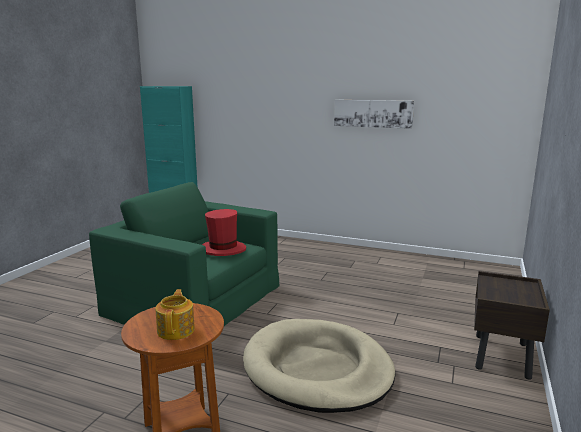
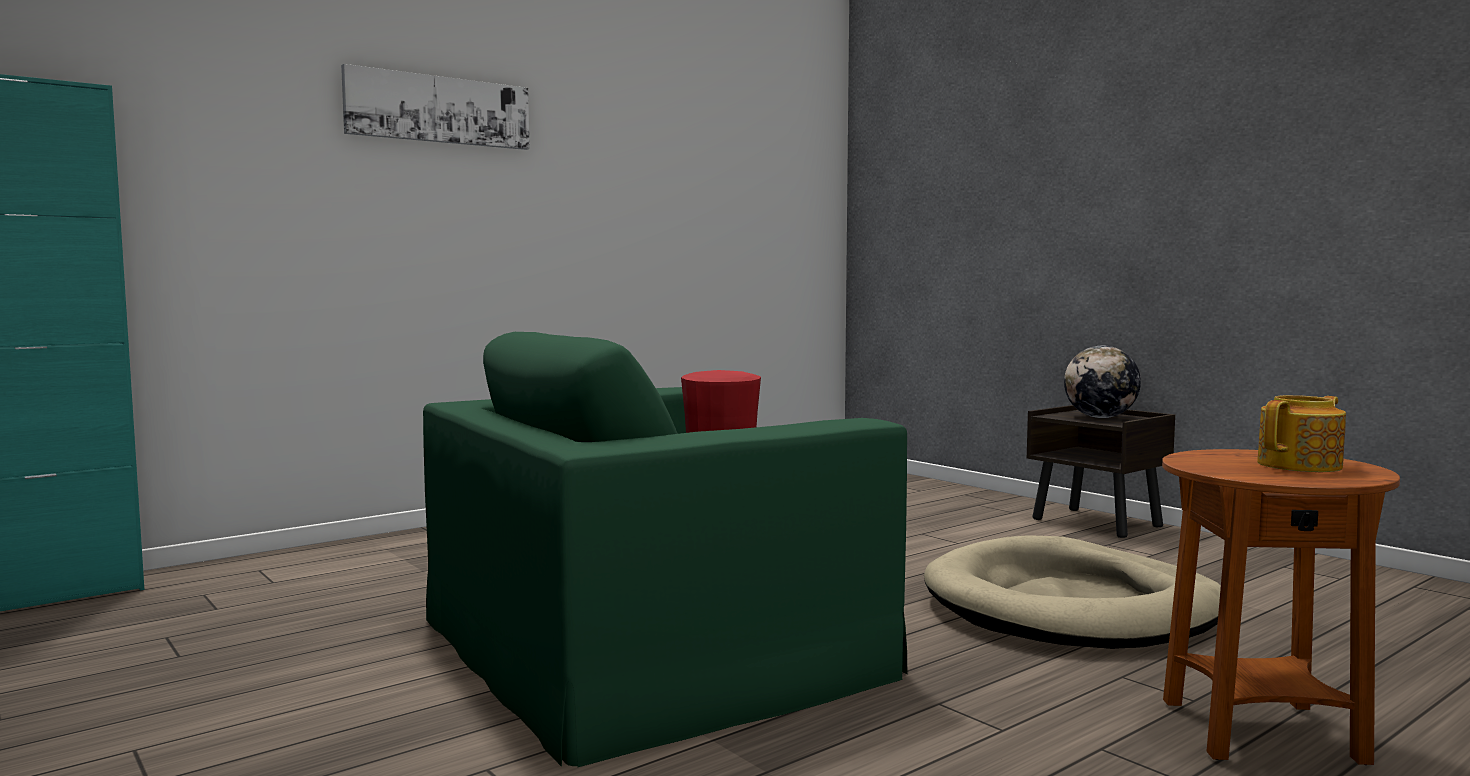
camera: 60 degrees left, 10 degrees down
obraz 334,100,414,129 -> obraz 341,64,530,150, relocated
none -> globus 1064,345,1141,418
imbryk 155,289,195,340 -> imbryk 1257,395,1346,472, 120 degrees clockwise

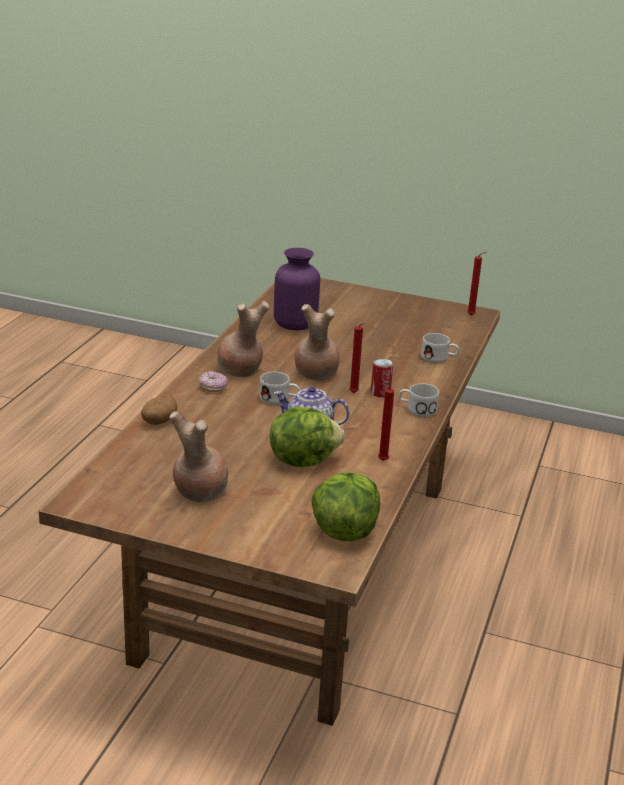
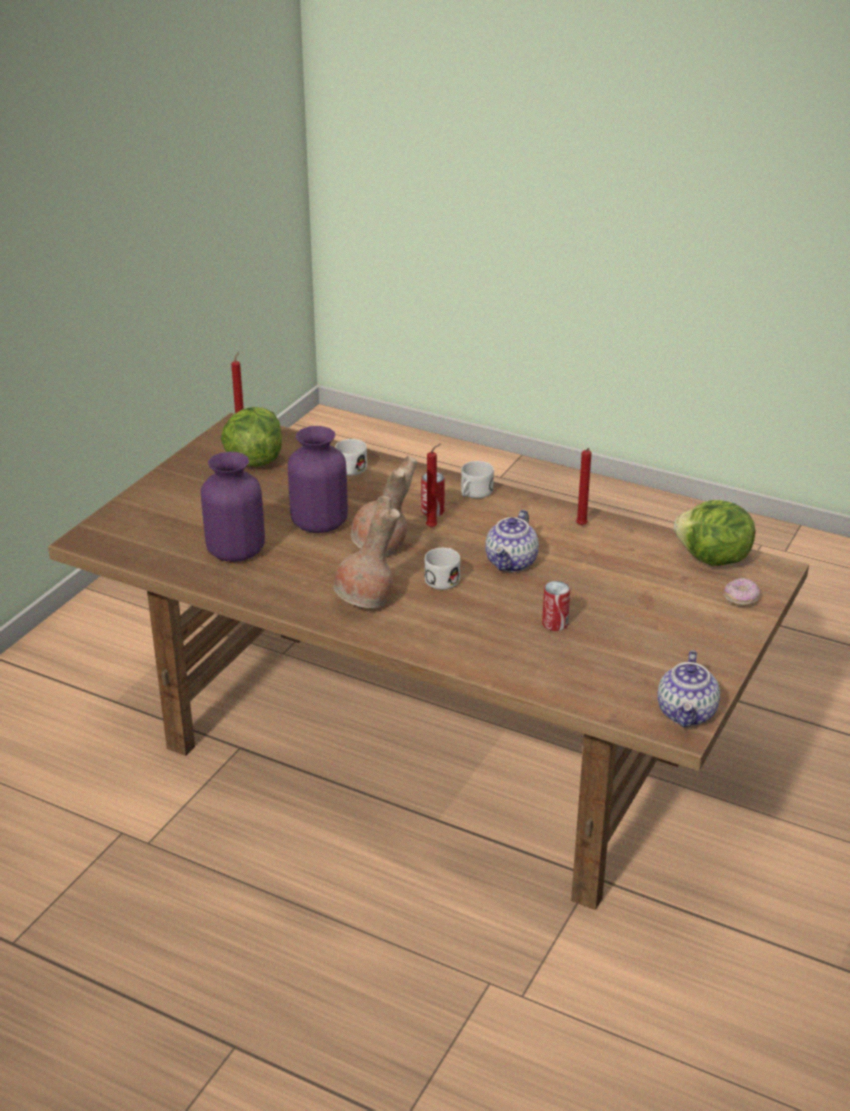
camera: 80 degrees left, 5 degrees up
sałata 270,406,345,467 -> sałata 221,407,282,467, relocated
none -> wazon (fioletowy) 288,426,348,533
none -> puszka 542,581,570,631
none -> imbryk 657,650,720,727
donut 199,371,228,392 -> donut 724,578,760,606, relocated
ziemniak 141,394,178,425 -> none
wazon (brązowy) 169,411,228,502 -> none

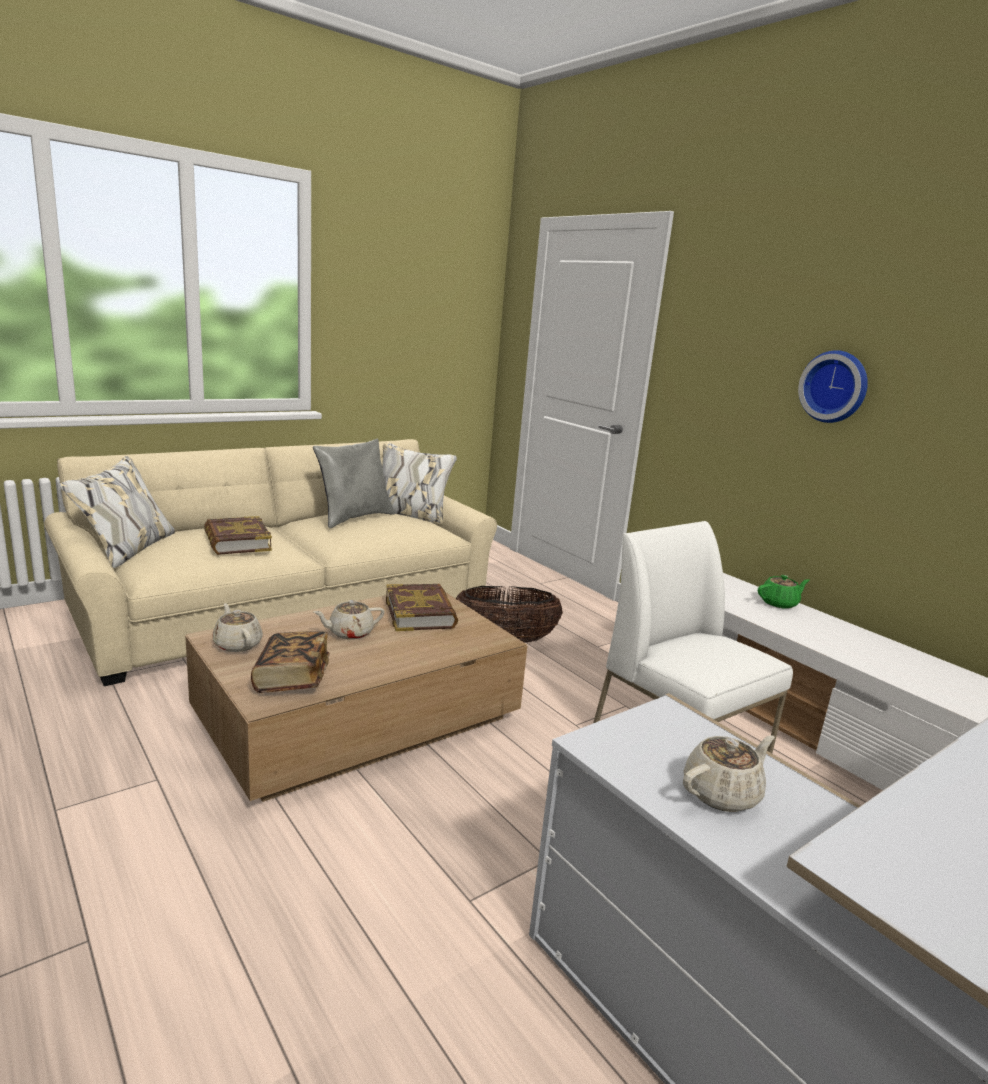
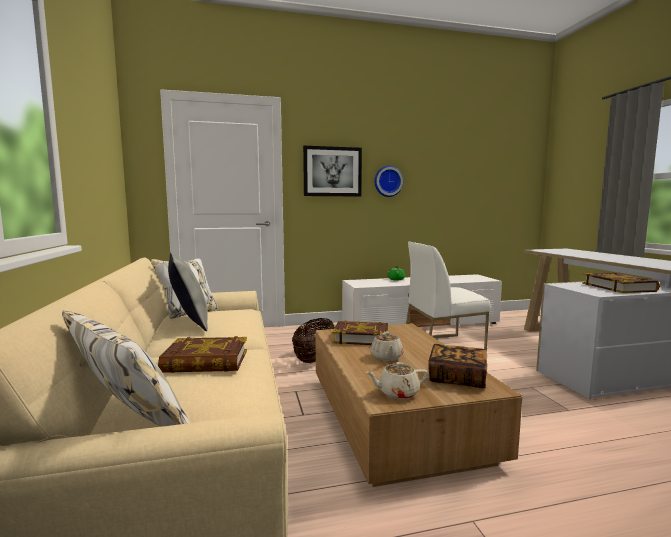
camera: 65 degrees left, 10 degrees down
none -> obraz 303,146,362,197
imbryk (beżowy) 683,735,775,812 -> książka 582,273,660,293

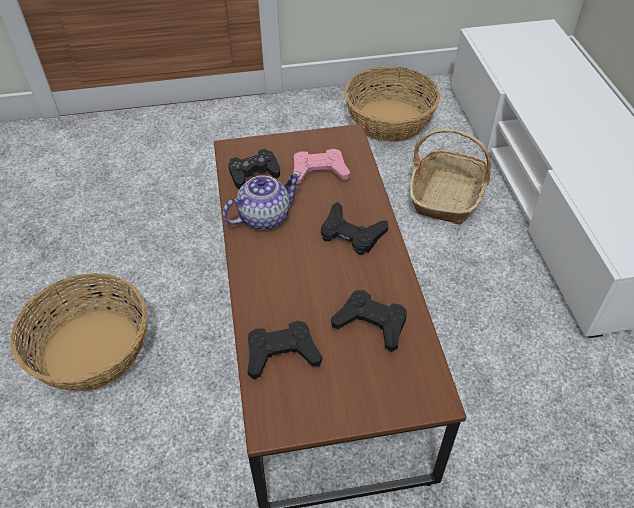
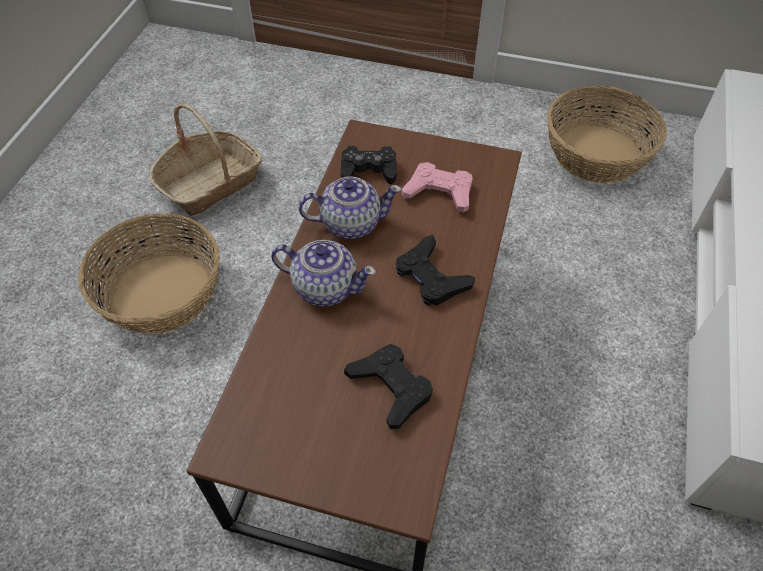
camera: 25 degrees right, 5 degrees up
koszyk 410,129,491,225 -> koszyk 149,103,262,216, relocated
none -> imbryk 271,240,376,307
pad do gier (czarny) 247,321,322,379 -> none

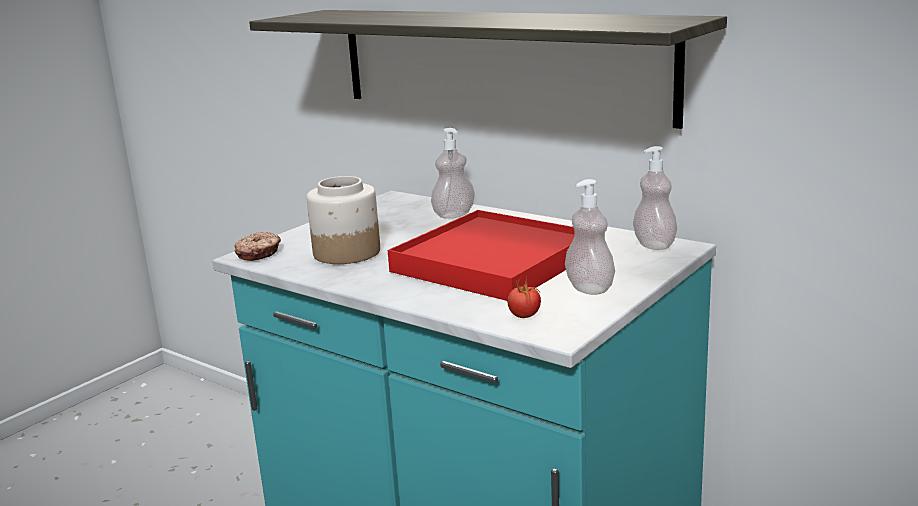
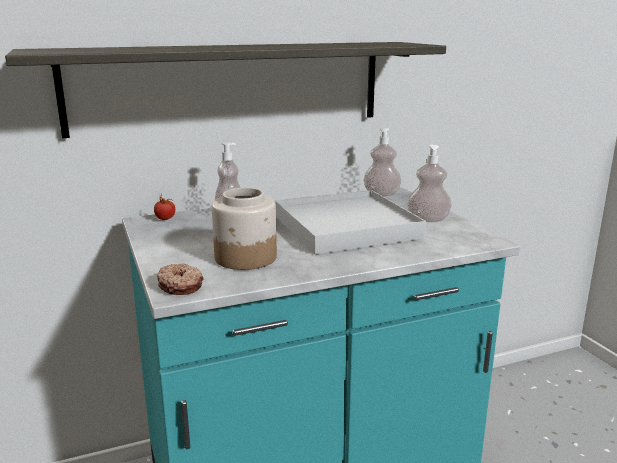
camera: 60 degrees left, 0 degrees up
pomidor 507,277,541,318 -> pomidor 154,194,175,220, relocated
taca (czerwony) 388,210,575,301 -> taca (biały) 275,190,426,255

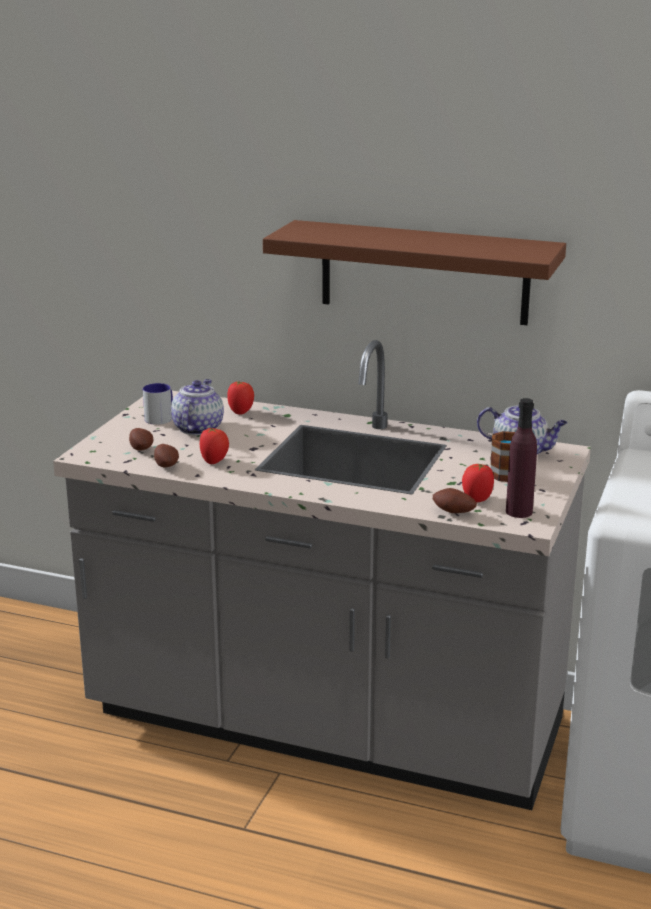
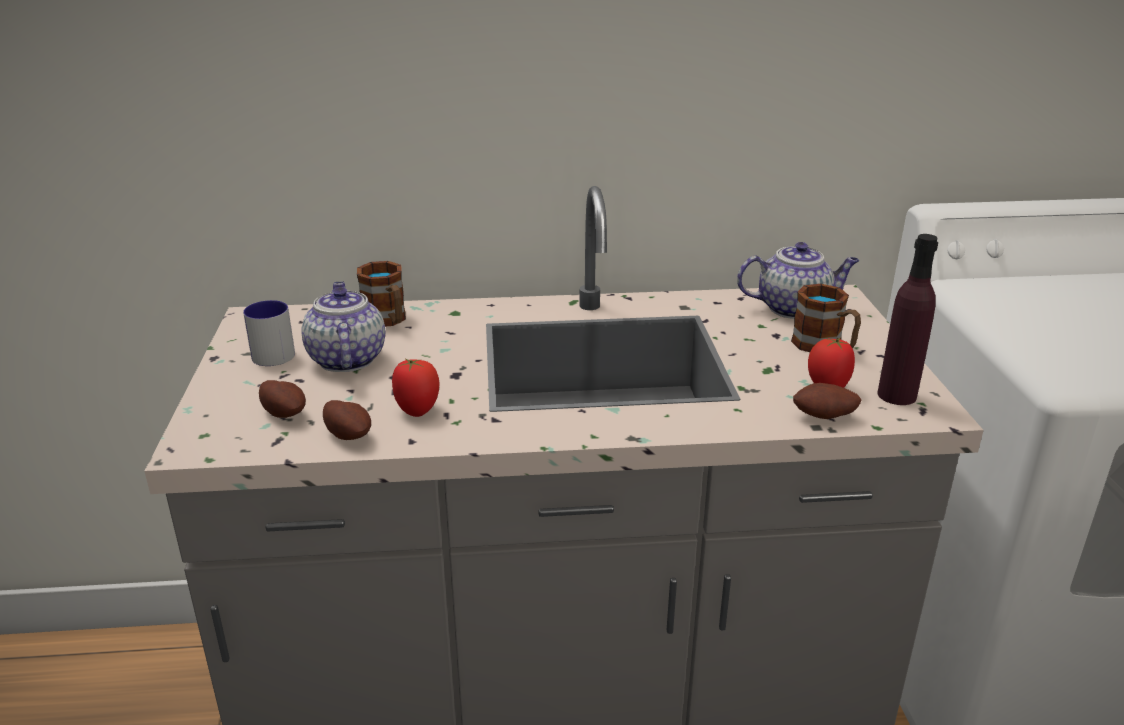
camera: 25 degrees left, 5 degrees up
pomidor 227,381,254,415 -> kubek 357,261,406,327
półka (brązowy) 263,220,566,325 -> none

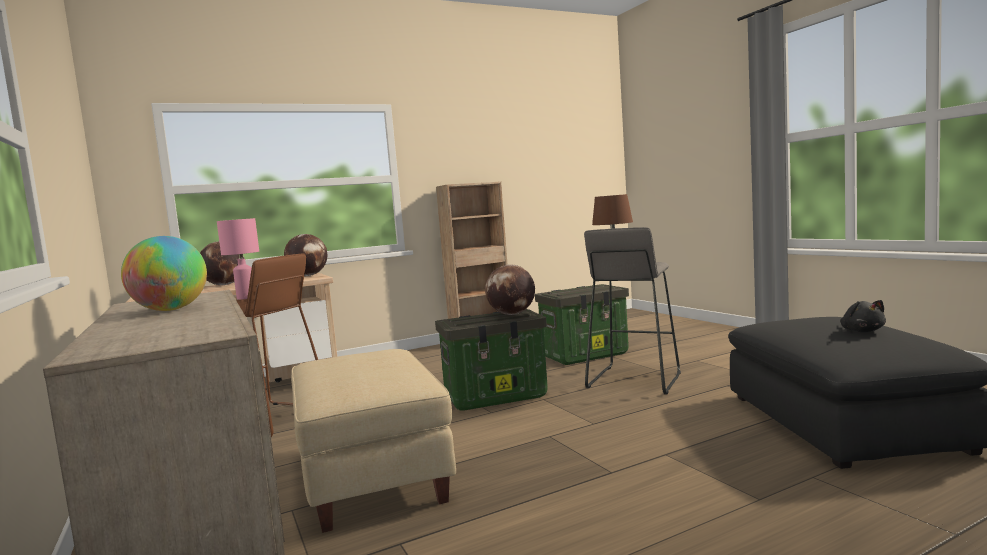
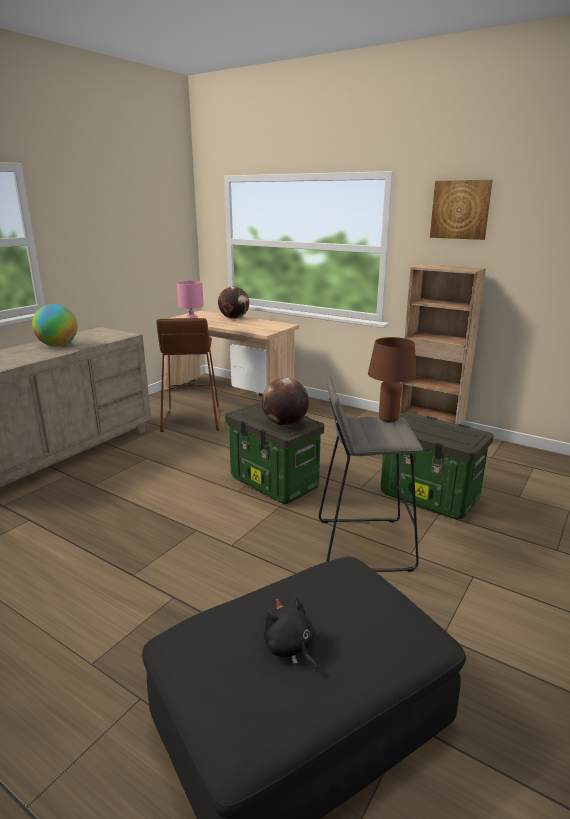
camera: 60 degrees right, 15 degrees up
pluszak (czarny) 840,300,886,332 -> pluszak (czarny) 263,597,318,673, 90 degrees clockwise
none -> obraz 430,180,493,240
globus 284,234,327,276 -> none
pufa (beżowy) 291,349,456,533 -> none

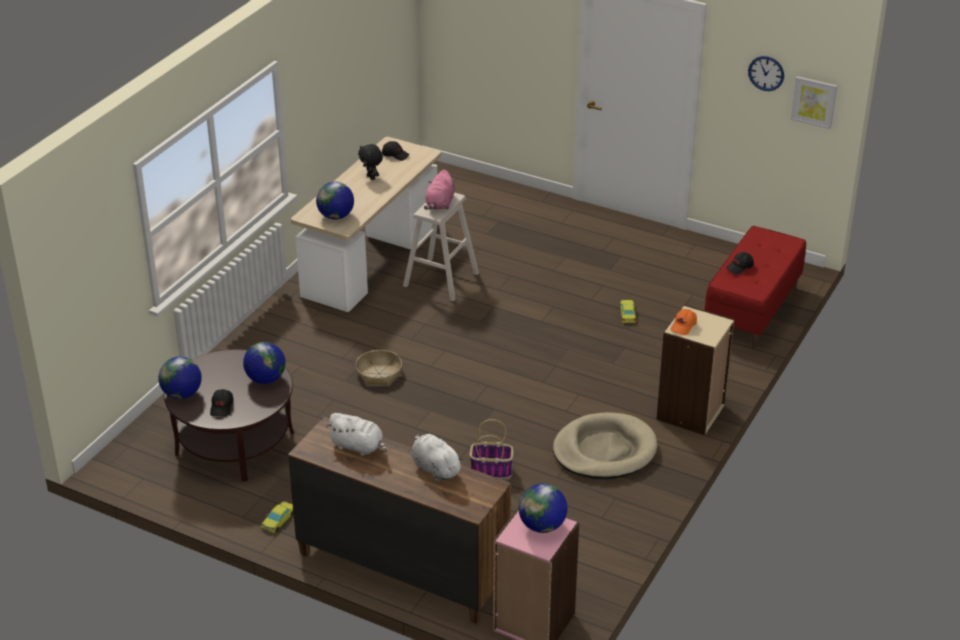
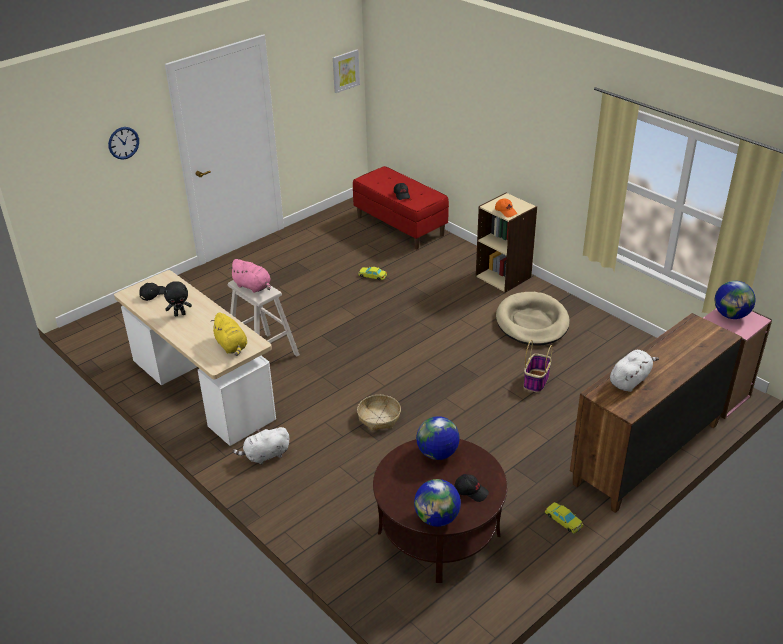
camera: 70 degrees left, 0 degrees up
zegar ścienny 748,56,784,91 -> zegar ścienny 108,127,139,160, relocated
globus 316,182,354,220 -> pluszak (żółty) 210,312,247,356
pluszak (biały) 411,434,464,481 -> pluszak (biały) 232,427,289,465, relocated

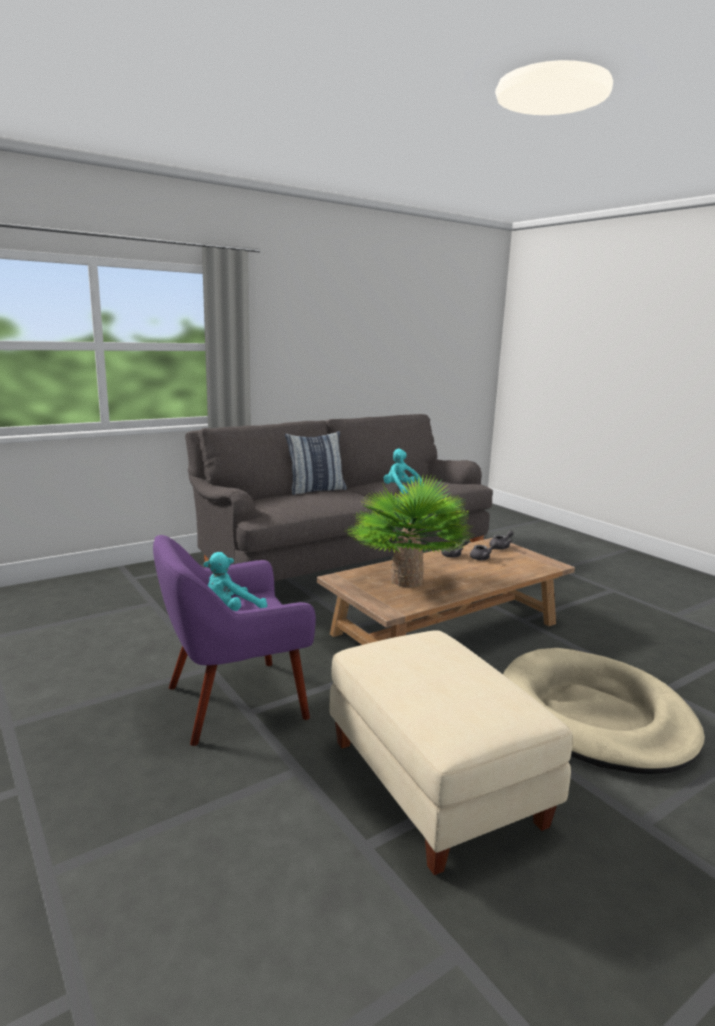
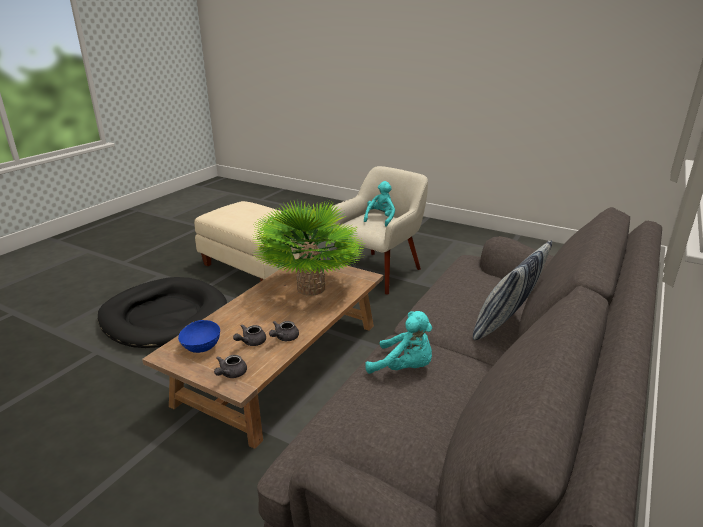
camera: 155 degrees right, 10 degrees up
legowisko (beżowy) 503,648,705,774 -> legowisko (czarny) 98,277,227,348
none -> miska (niebieski) 178,320,220,353
fotel (fioletowy) 153,535,316,746 -> fotel (beżowy) 330,166,428,295

